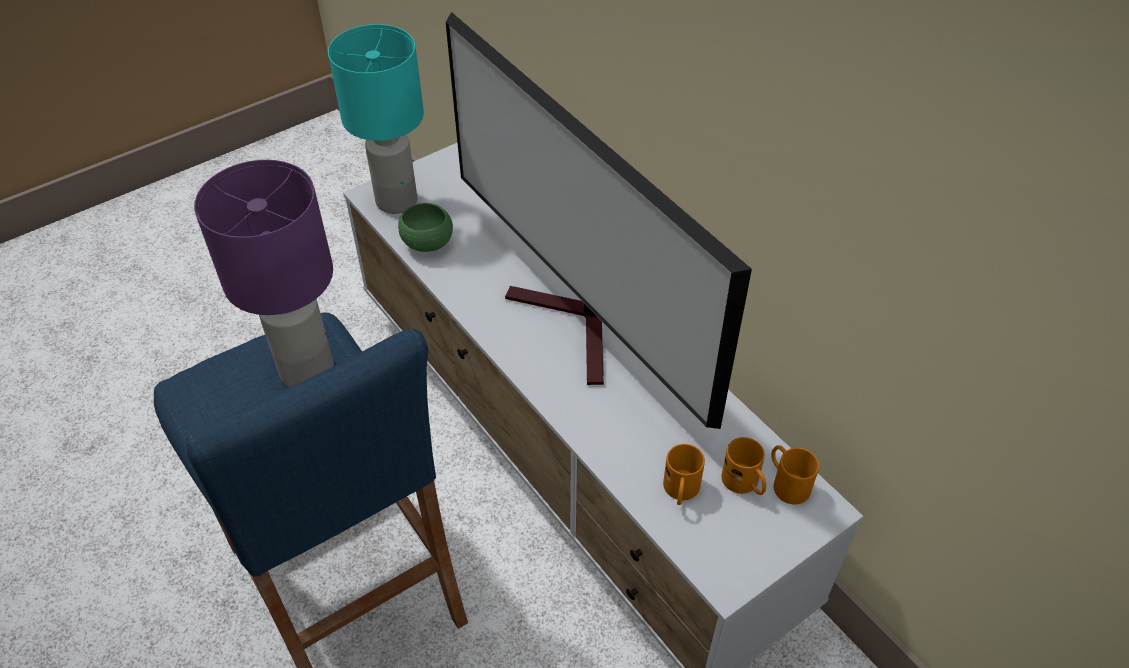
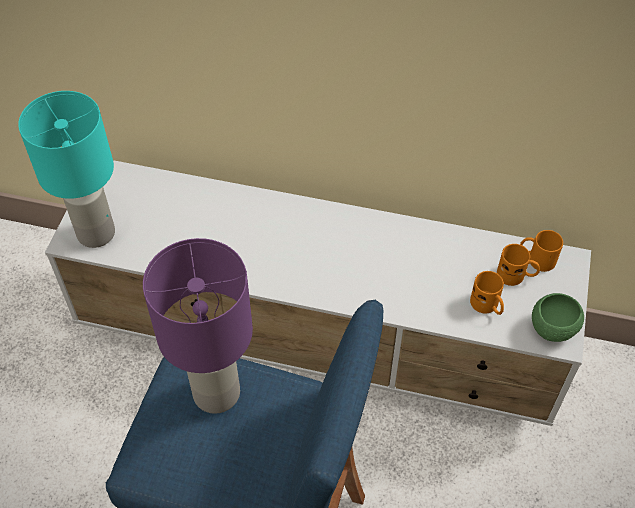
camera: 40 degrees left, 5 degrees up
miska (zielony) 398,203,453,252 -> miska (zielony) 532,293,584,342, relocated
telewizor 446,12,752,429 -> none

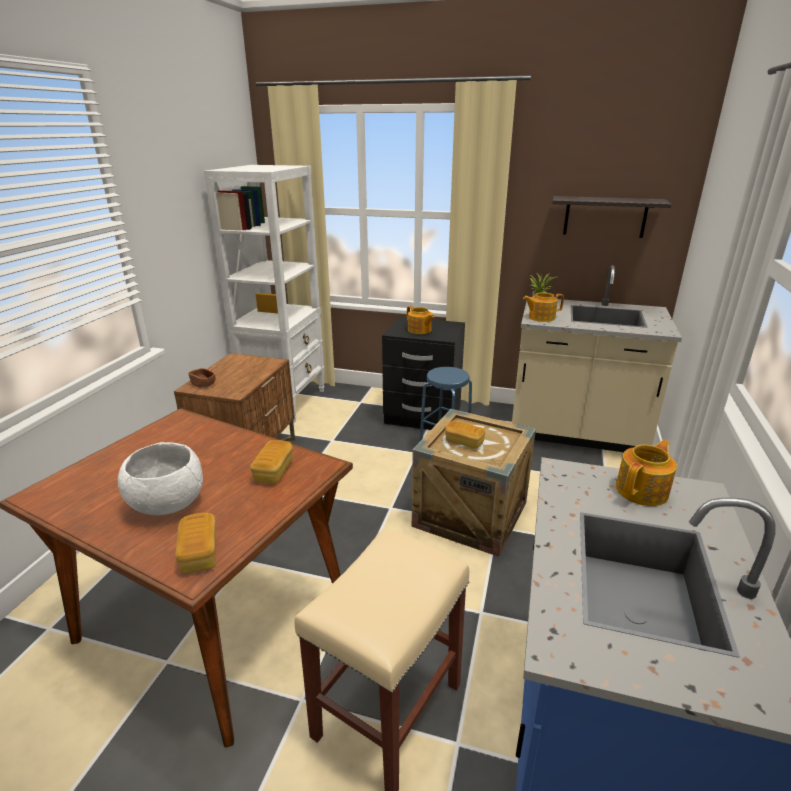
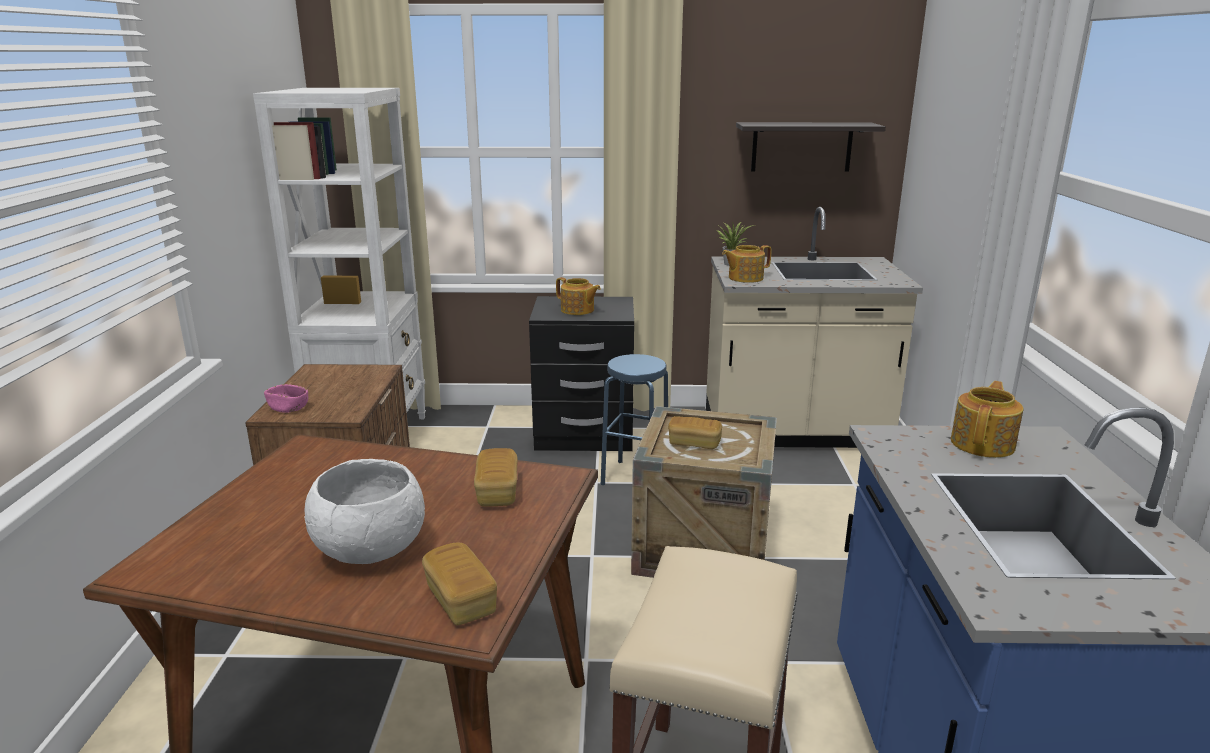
camera: 15 degrees left, 5 degrees down
miska (brązowy) 188,368,215,388 -> miska (różowy) 264,384,308,413

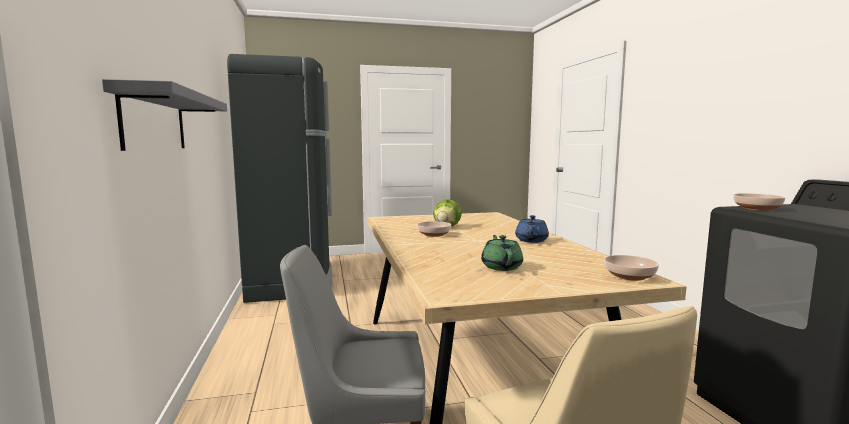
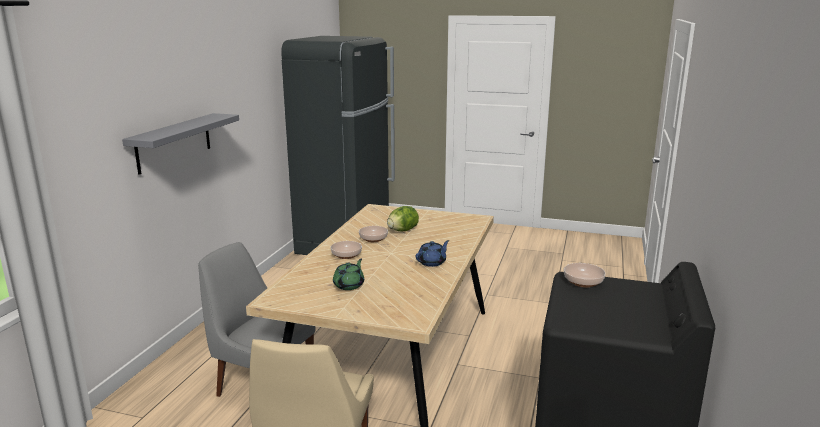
camera: 30 degrees right, 10 degrees up
miska 604,255,659,281 -> miska 331,241,362,259, relocated

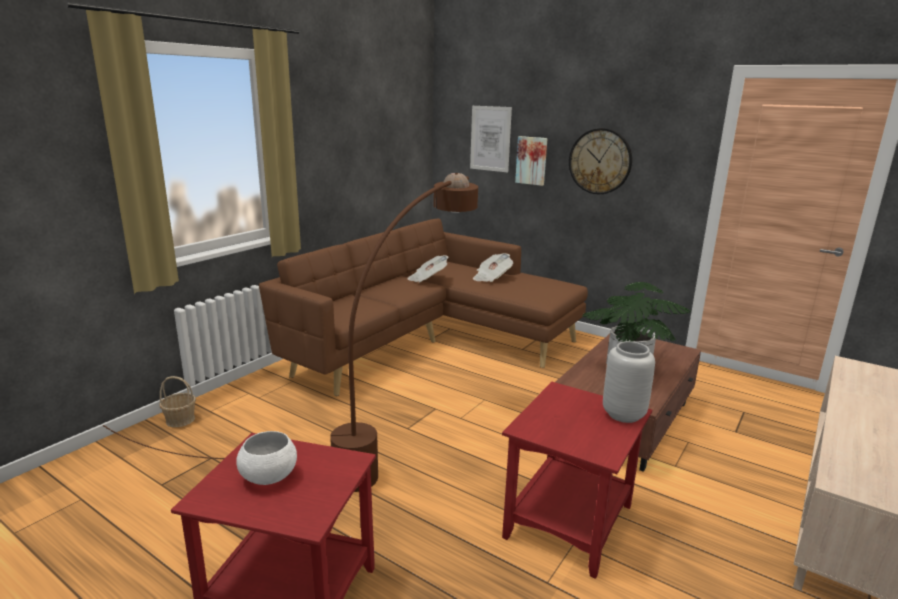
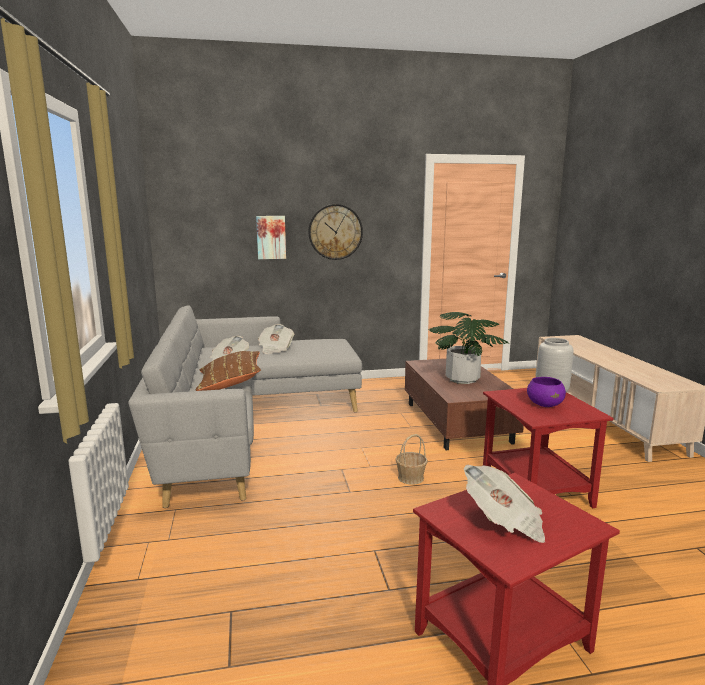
camera: 45 degrees left, 5 degrees down
kanapa (brązowy) 259,218,588,396 -> kanapa (szary) 128,306,362,508
none -> poduszka (brązowy) 196,351,261,391
koszyk 159,376,196,427 -> koszyk 395,434,428,485, relocated
miska (biały) 236,431,297,485 -> gazeta 464,465,545,543
none -> miska (fioletowy) 527,377,566,407
lampa stojąca (brązowy) 103,173,478,492 -> none
obraz 470,106,512,172 -> none

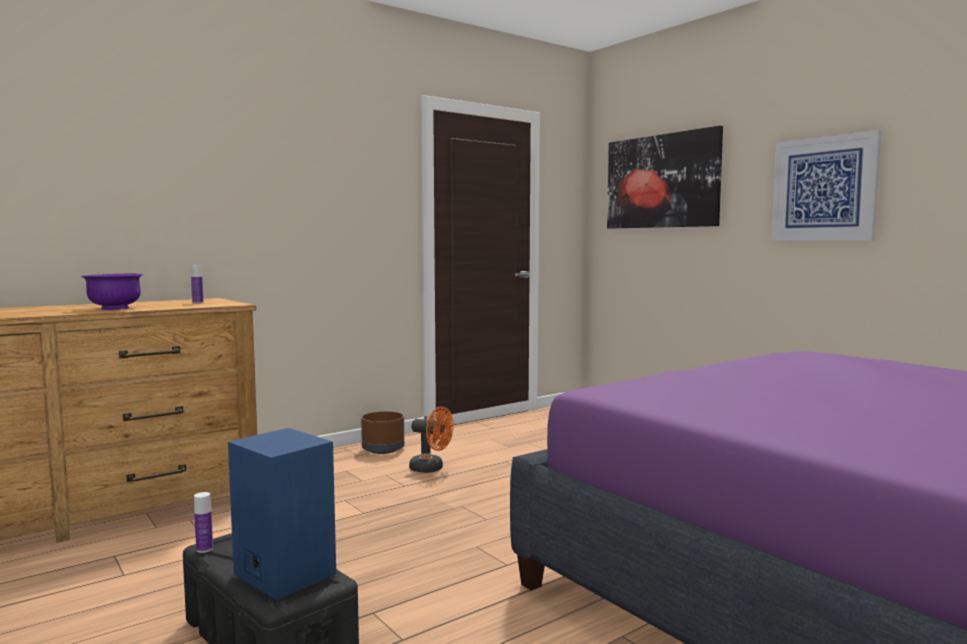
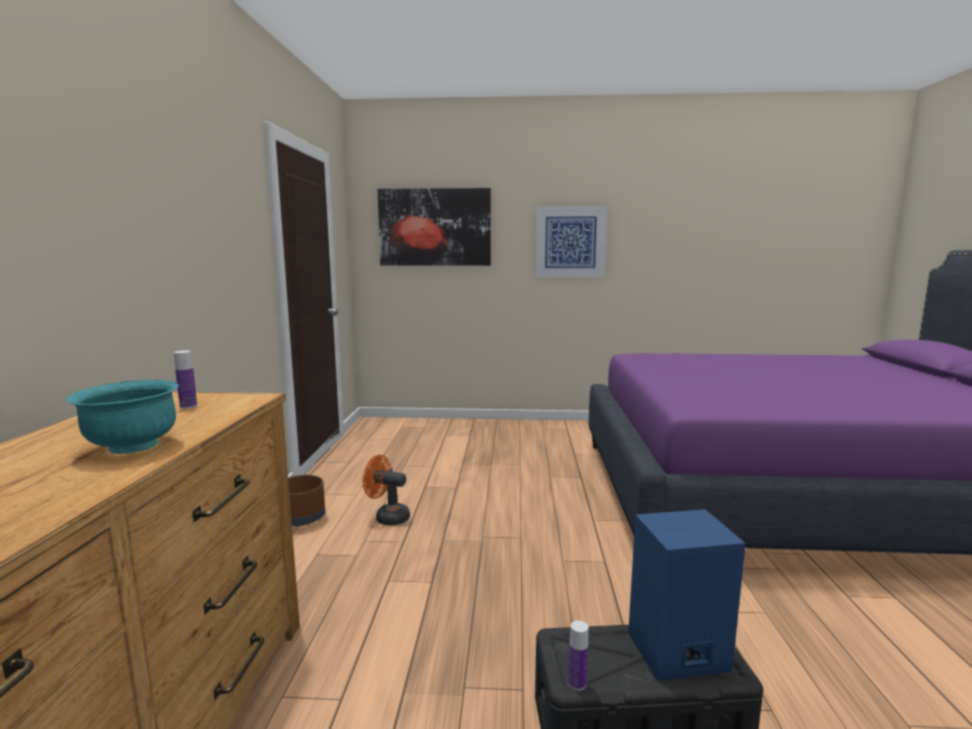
camera: 50 degrees left, 5 degrees up
miska (fioletowy) 81,273,143,310 -> miska (turkusowy) 66,380,179,454
wentylator (pomarańczowy) 409,406,454,473 -> wentylator (pomarańczowy) 363,455,410,525, 135 degrees counterclockwise

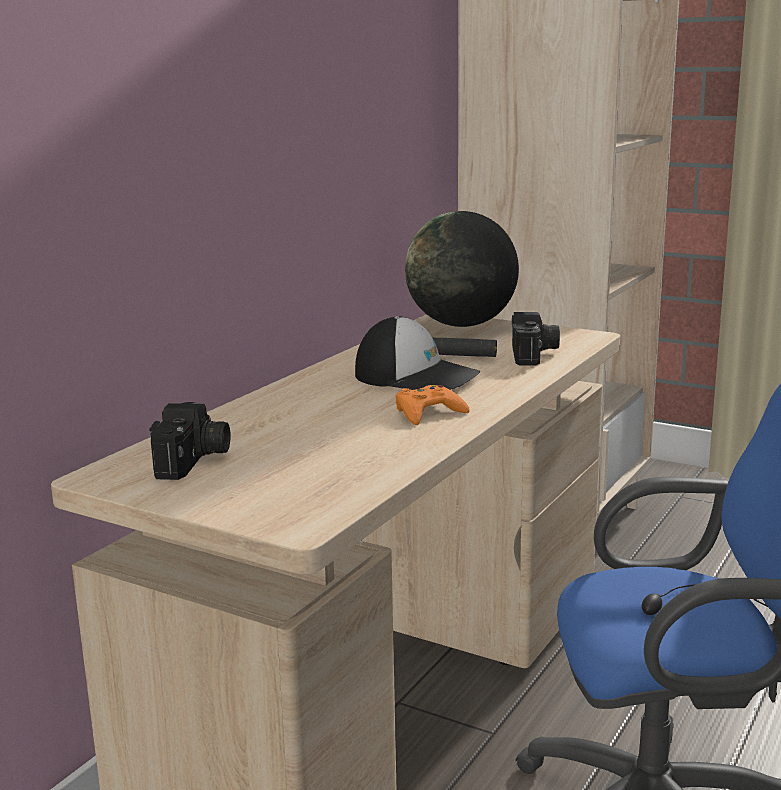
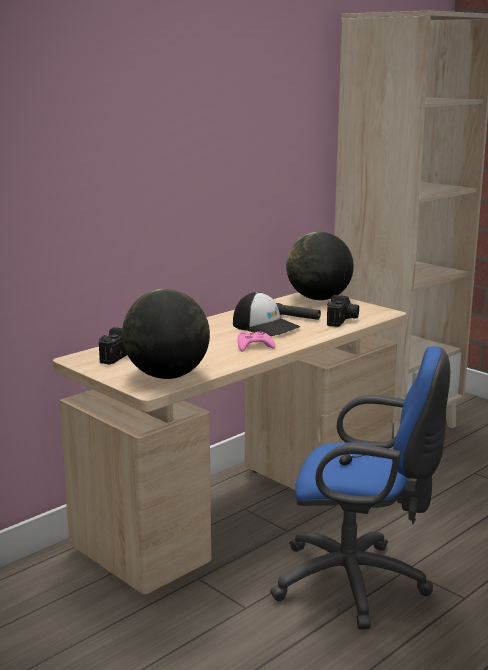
camera: 15 degrees right, 0 degrees up
none -> globus 122,289,210,379
pad do gier (pomarańczowy) 396,385,470,425 -> pad do gier (różowy) 238,332,276,352

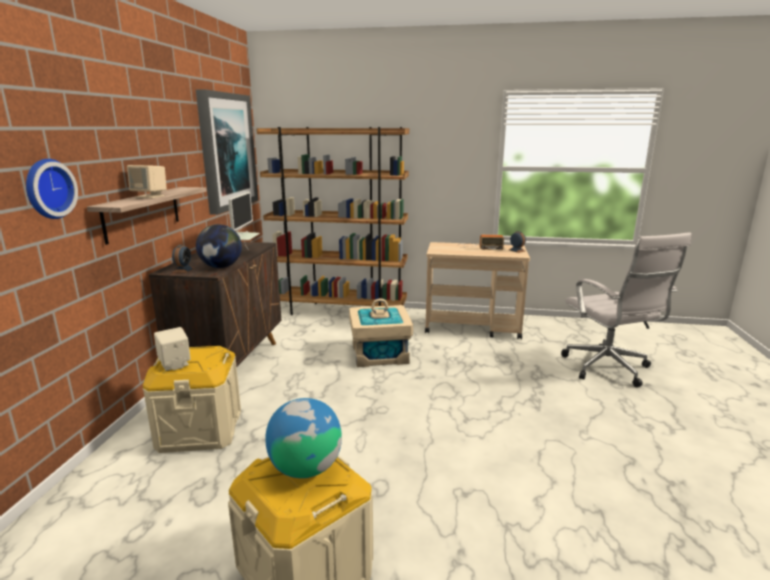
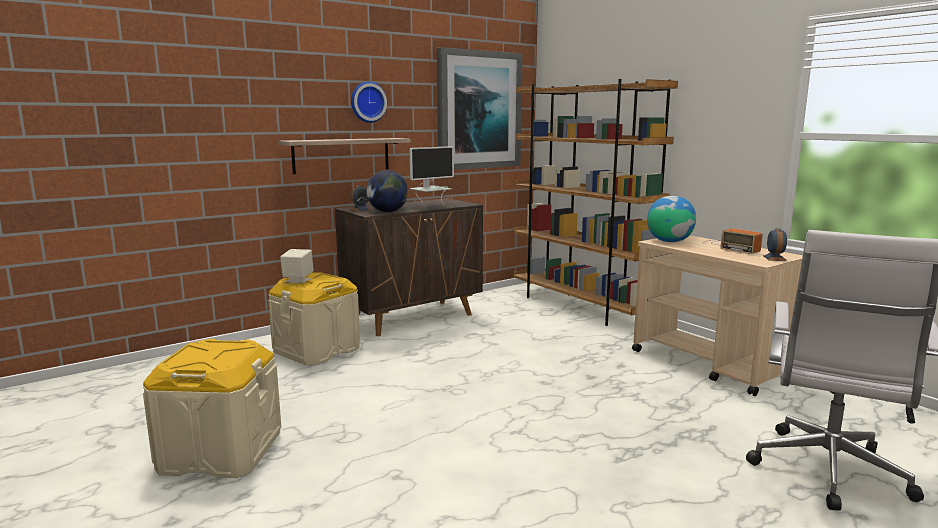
camera: 45 degrees right, 5 degrees down
zegar ścienny 26,159,78,219 -> zegar ścienny 351,82,387,123, relocated
globus 265,398,342,478 -> globus 647,196,696,242, relocated
głośnik (beżowy) 127,165,167,198 -> none
pojemnik do przechowywania (beżowy) 349,299,413,367 -> none

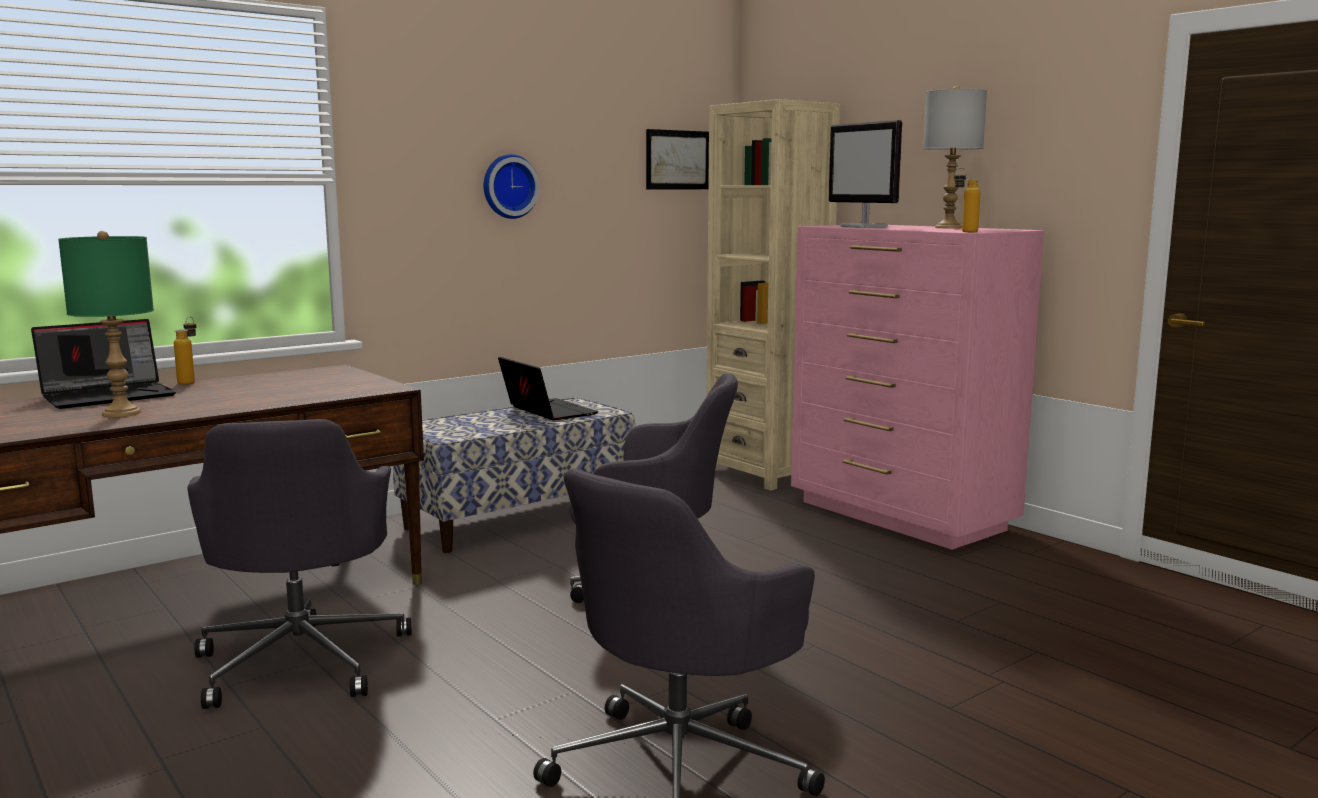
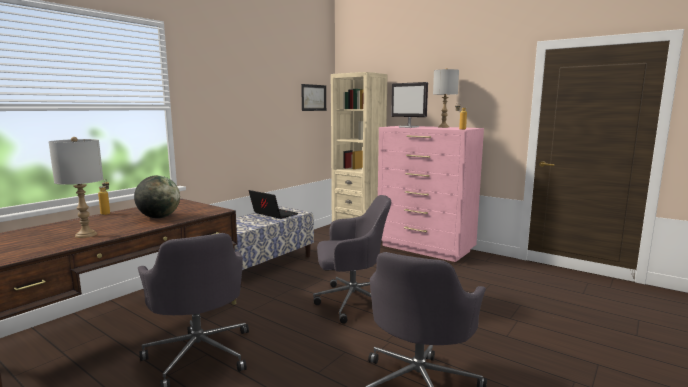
camera: 15 degrees left, 0 degrees up
lampa stołowa (zielony) 58,231,154,417 -> lampa stołowa (szary) 49,137,103,238
none -> globus 134,175,180,218
laptop 31,319,176,409 -> none
zegar ścienny 484,154,540,219 -> none

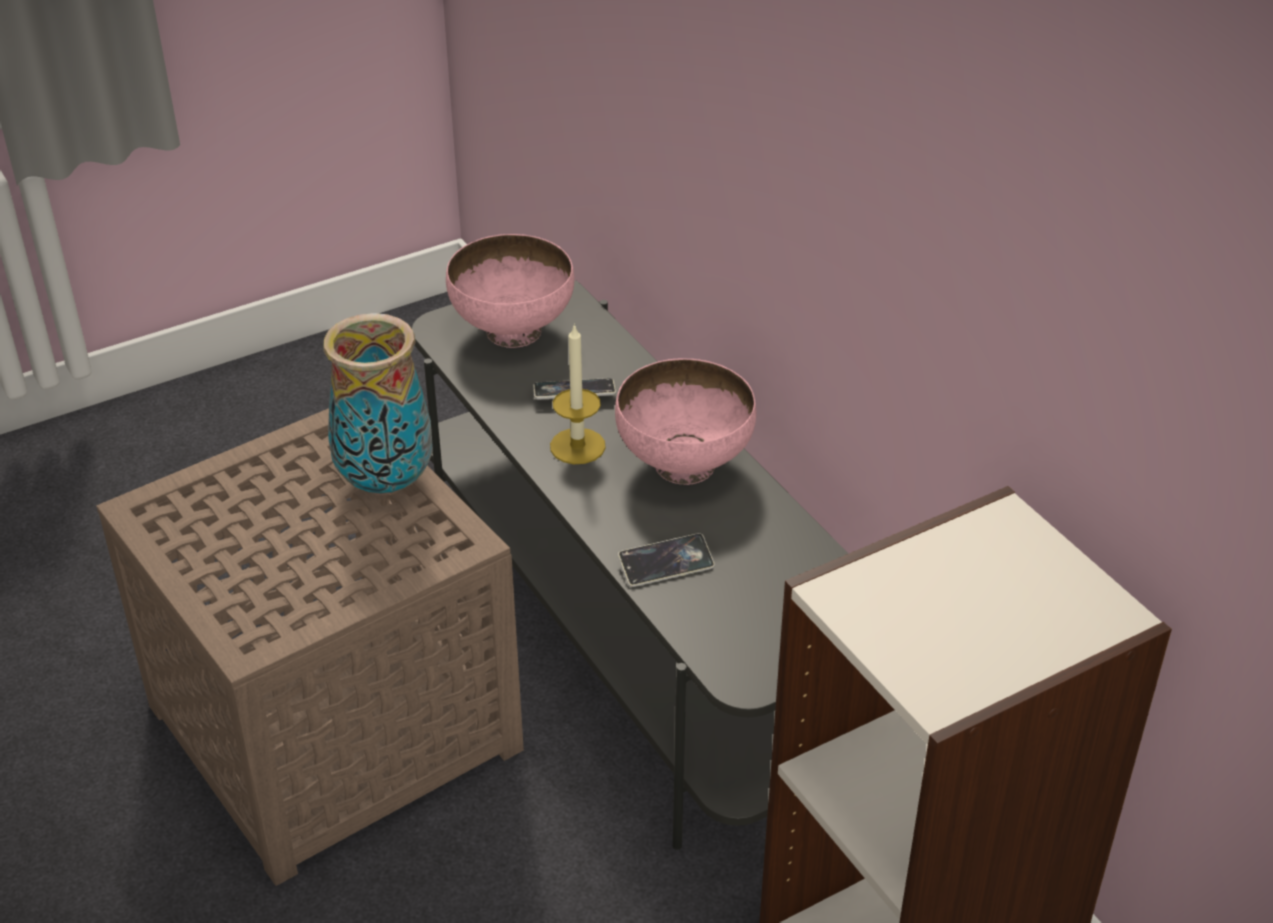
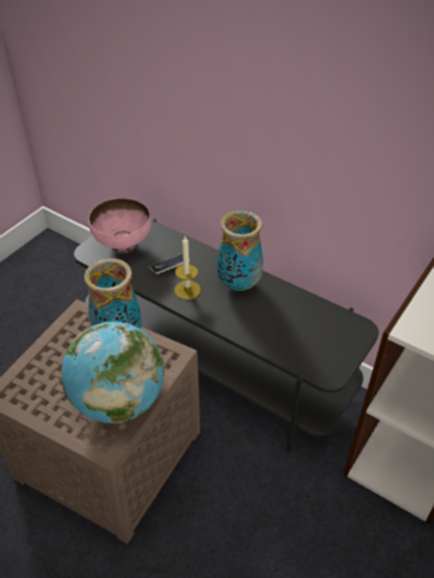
camera: 25 degrees left, 5 degrees up
none -> globus 61,321,164,423
miska (różowy) 615,358,756,485 -> wazon 217,210,263,291
telefon 618,533,715,587 -> none

